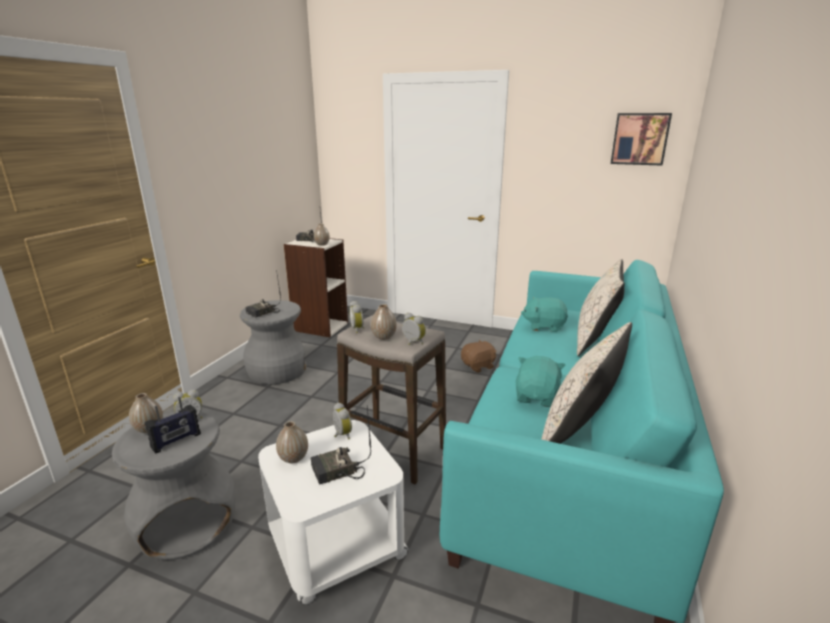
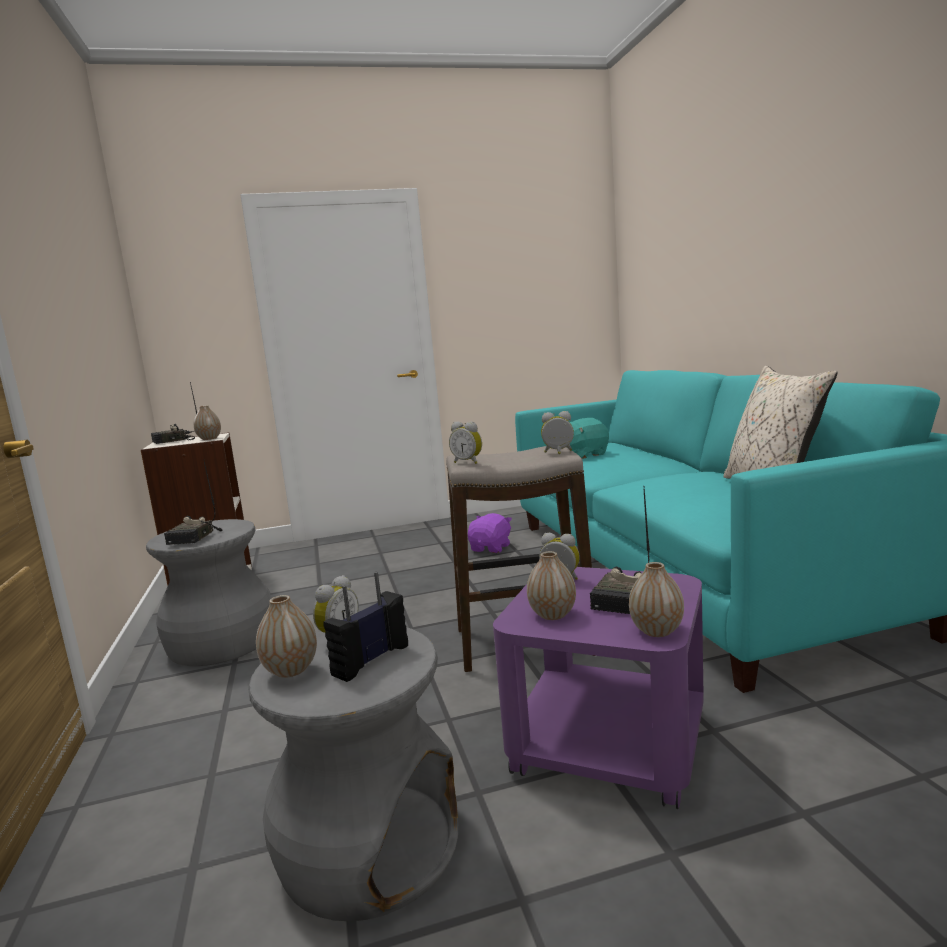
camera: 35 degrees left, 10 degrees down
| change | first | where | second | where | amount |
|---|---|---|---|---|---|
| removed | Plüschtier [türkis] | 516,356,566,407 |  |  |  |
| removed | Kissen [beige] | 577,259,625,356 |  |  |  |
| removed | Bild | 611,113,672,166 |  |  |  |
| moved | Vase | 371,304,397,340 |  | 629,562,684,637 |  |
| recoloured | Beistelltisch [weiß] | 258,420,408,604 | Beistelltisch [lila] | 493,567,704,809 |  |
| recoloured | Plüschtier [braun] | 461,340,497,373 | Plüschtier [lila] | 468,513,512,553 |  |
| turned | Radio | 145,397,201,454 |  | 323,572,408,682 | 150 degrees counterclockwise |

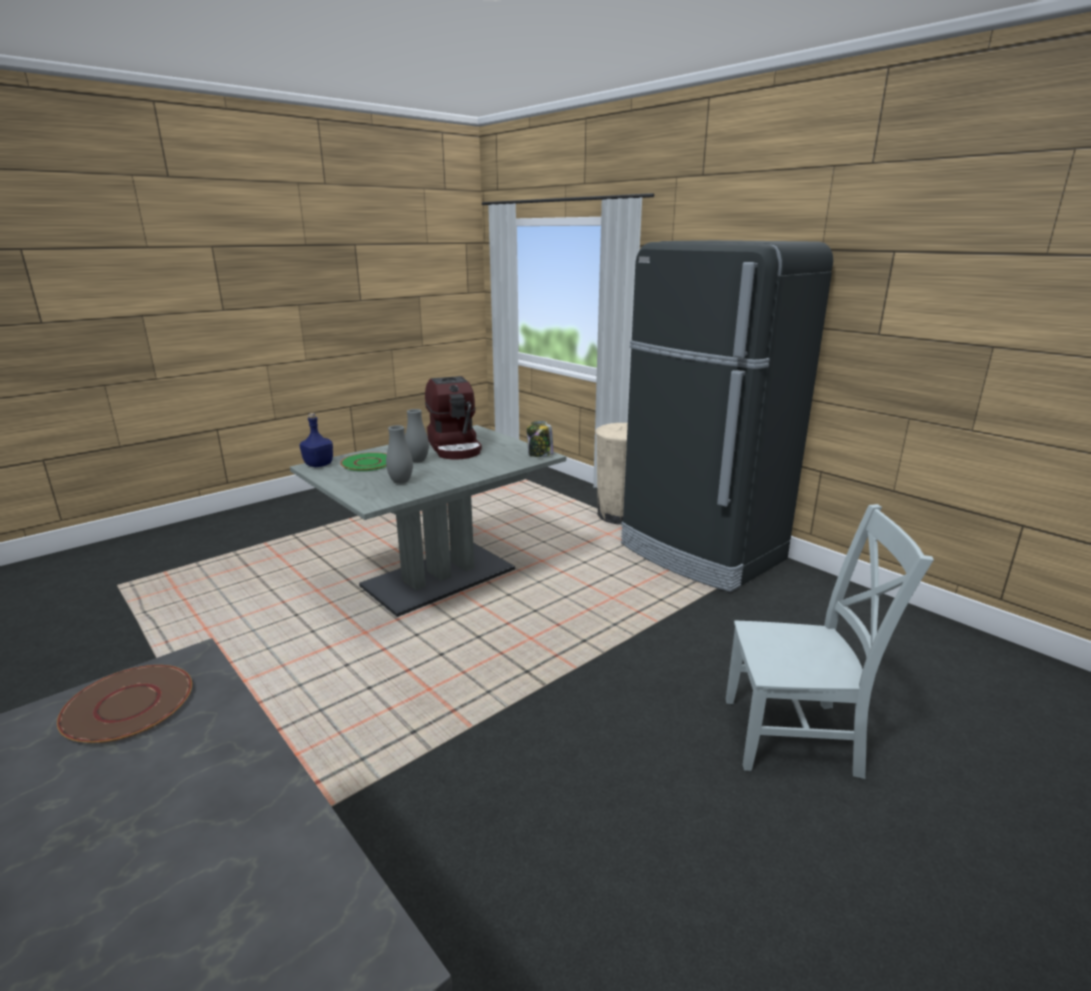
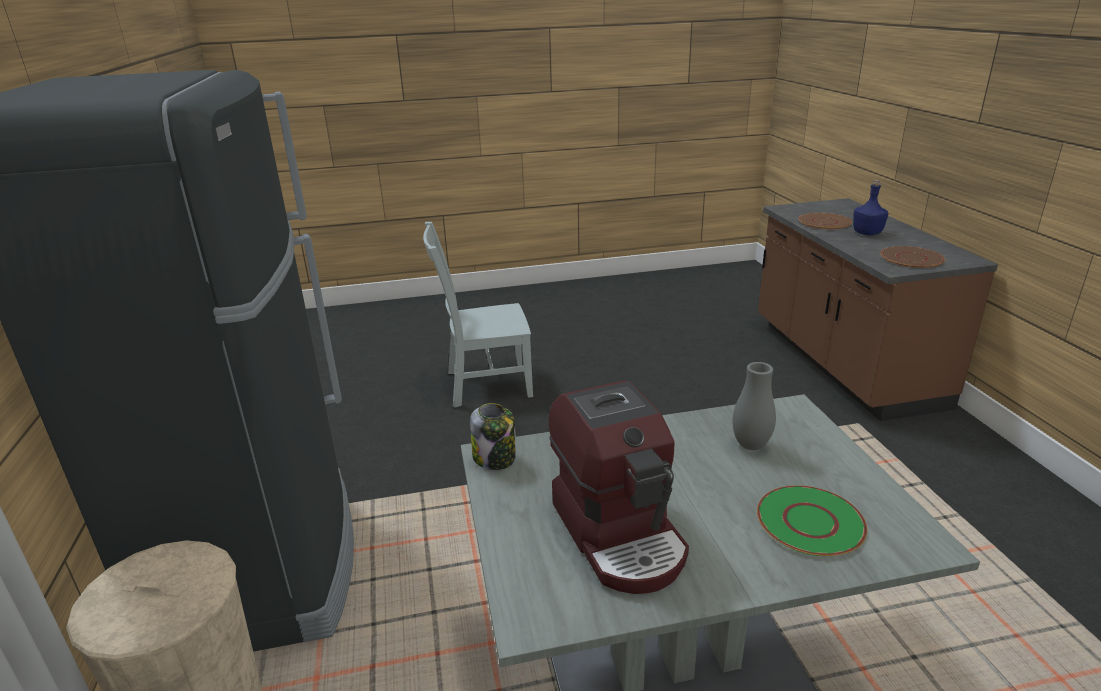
camera: 150 degrees left, 5 degrees up
| change | first | where | second | where | amount |
|---|---|---|---|---|---|
| removed | Vase [grau] | 405,409,429,463 |  |  |  |
| added |  |  | Teller [braun] | 799,213,852,230 |  |
| moved | Flasche [blau] | 299,413,333,467 |  | 853,180,889,235 |  |
| turned | Kaffeemaschine | 425,376,482,459 |  | 549,381,689,594 | 150 degrees clockwise |
| turned | Stuhl [grau] | 726,504,934,779 |  | 423,222,533,408 | 45 degrees counterclockwise |

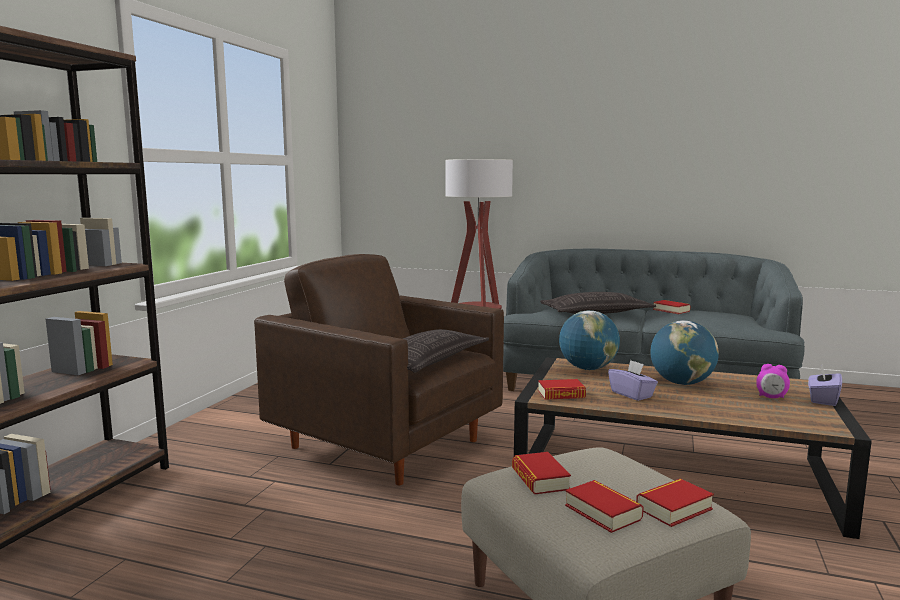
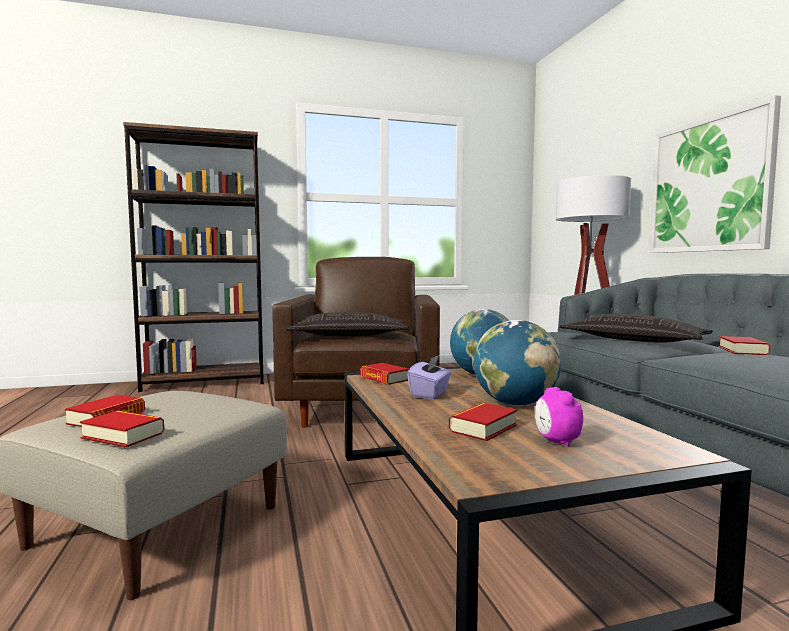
camera: 55 degrees right, 5 degrees down
| change | first | where | second | where | amount |
|---|---|---|---|---|---|
| removed | Taschentuchbox [lila] | 808,364,842,406 |  |  |  |
| added |  |  | Bild | 649,95,781,253 |  |
| moved | Buch | 512,452,571,494 |  | 449,403,517,441 |  |

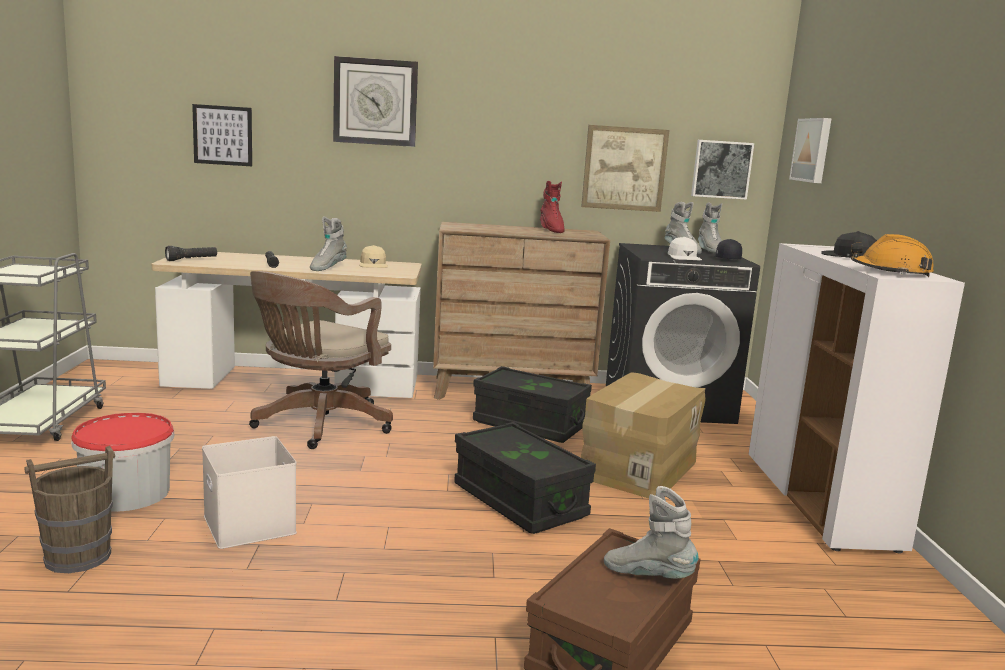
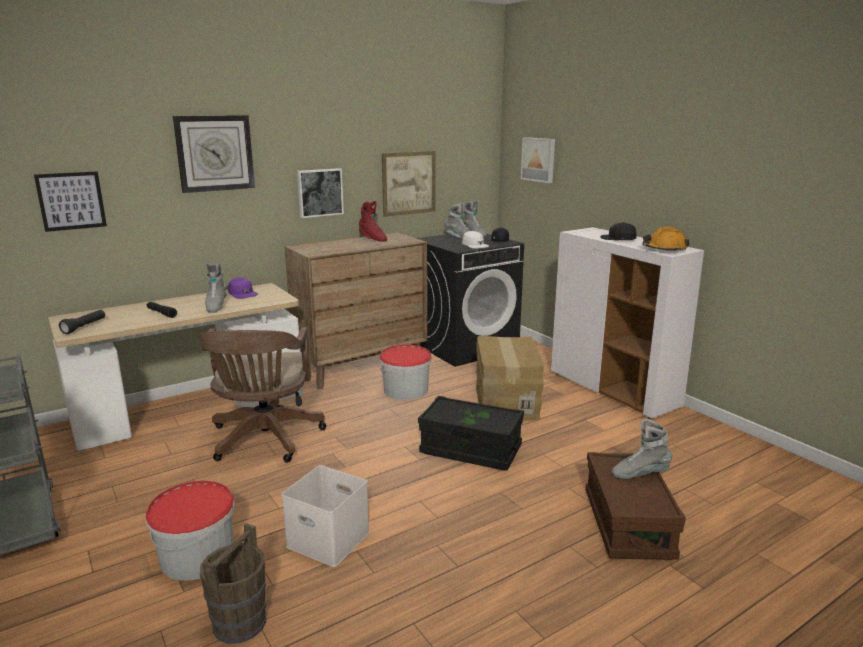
camera: 30 degrees left, 5 degrees up
| change | first | where | second | where | amount |
|---|---|---|---|---|---|
| moved | Bild | 691,140,754,200 |  | 297,168,344,218 |  |
| replaced | Aufbewahrungsbox [schwarz] | 473,366,592,443 | Eimer | 379,345,432,400 |  |
| recoloured | Kappe [beige] | 359,245,388,268 | Kappe [lila] | 228,277,258,299 |  |

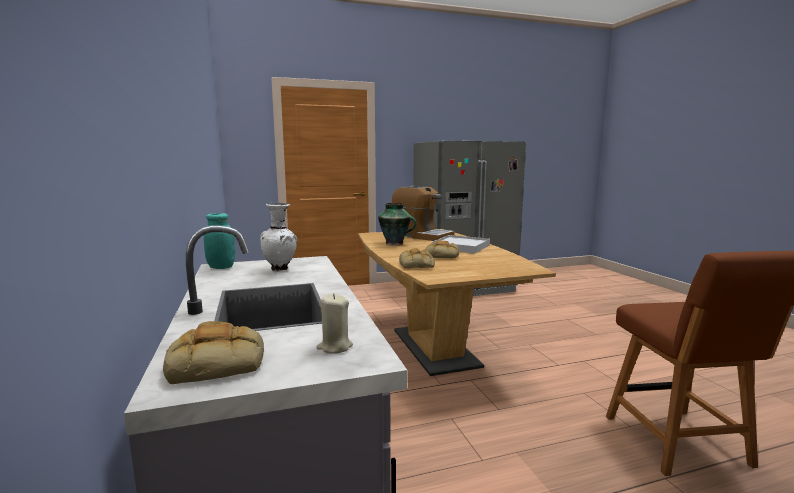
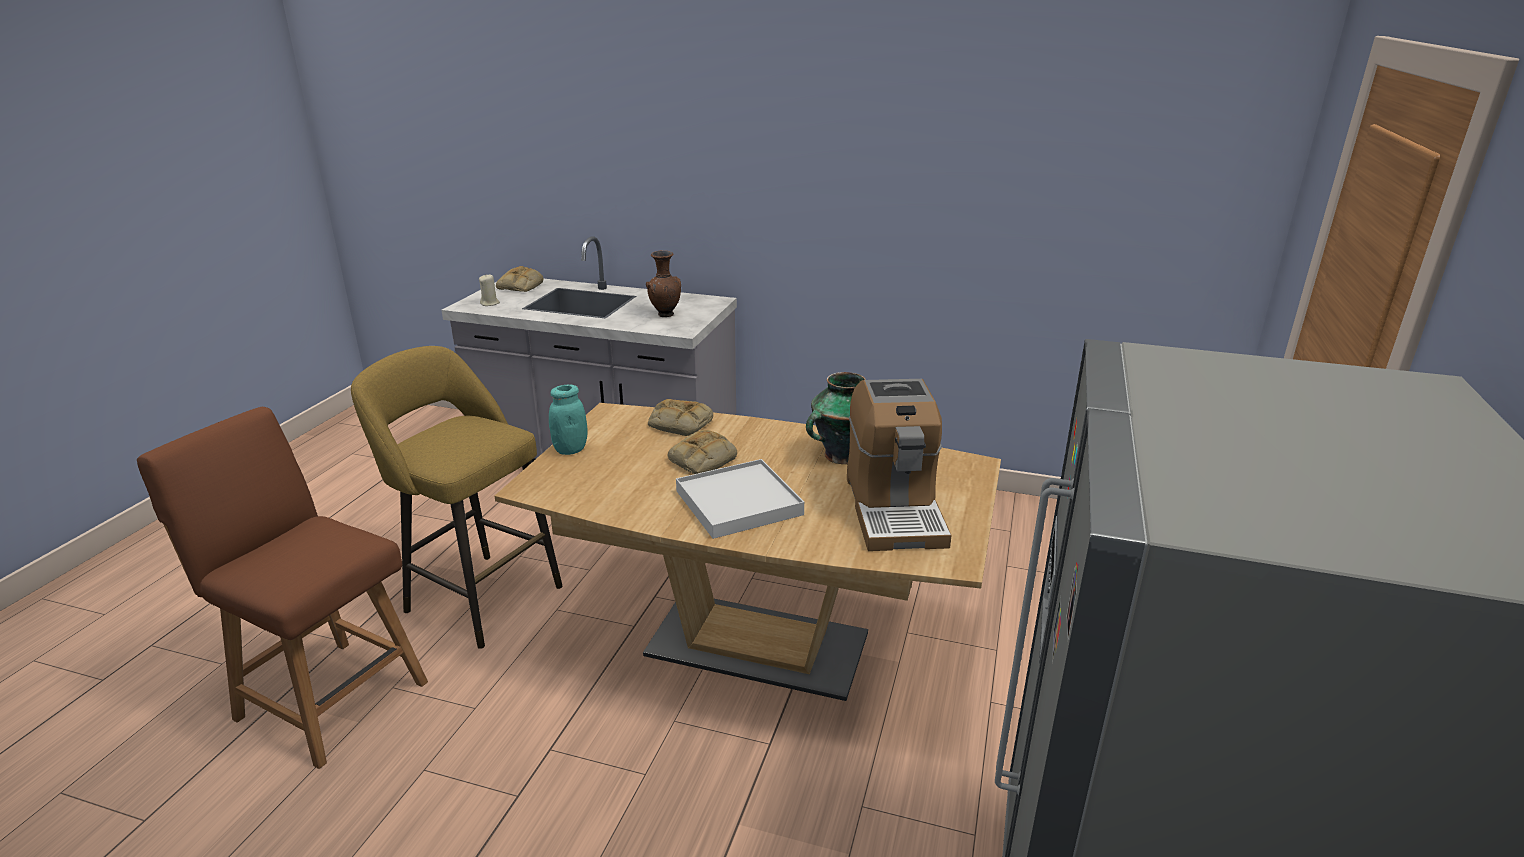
camera: 125 degrees right, 15 degrees up
| change | first | where | second | where | amount |
|---|---|---|---|---|---|
| added |  |  | Hocker [gelb] | 351,346,562,649 |  |
| moved | Vorratsglas [türkis] | 204,213,235,269 |  | 549,385,588,455 |  |
| recoloured | Vase [weiß] | 260,203,297,272 | Vase [braun] | 646,250,681,317 |  |
| turned | Kaffeemaschine | 392,186,455,241 |  | 847,379,952,551 | 75 degrees counterclockwise |

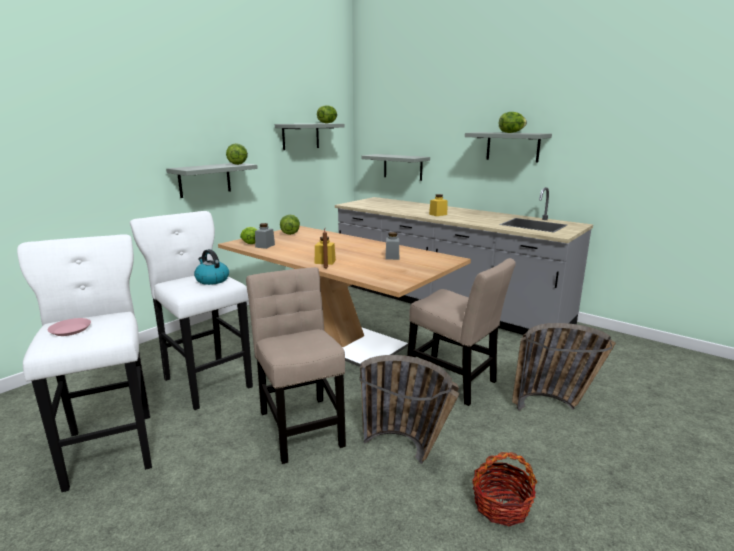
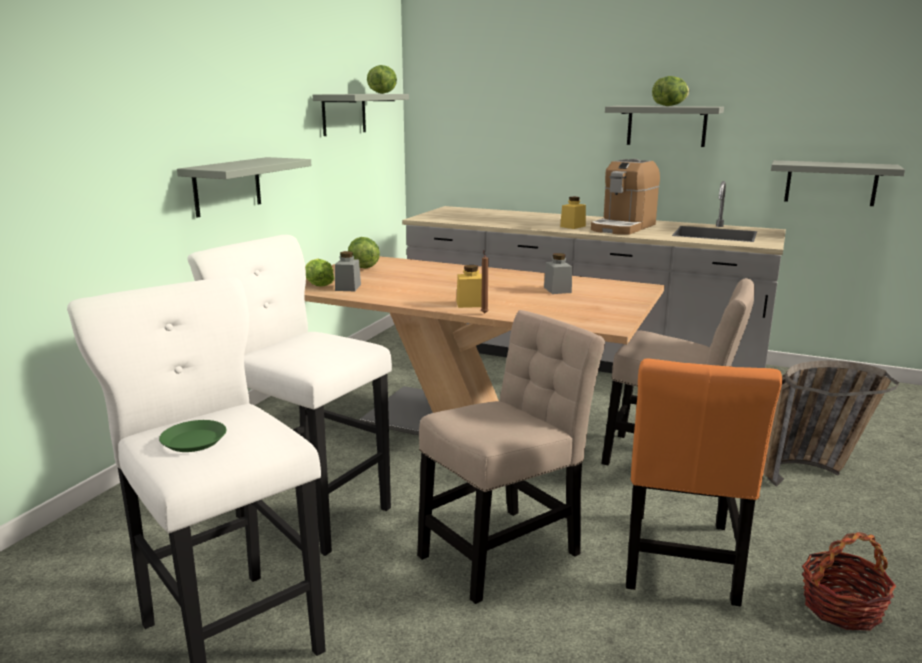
camera: 15 degrees left, 0 degrees up
| change | first | where | second | where | amount |
|---|---|---|---|---|---|
| removed | Wasserkessel | 194,249,229,285 |  |  |  |
| removed | Salatkopf | 226,143,248,165 |  |  |  |
| added |  |  | Kaffeemaschine | 591,159,660,235 |  |
| moved | Wandregal [grau] | 361,154,430,181 |  | 771,160,905,206 |  |
| replaced | Korb | 360,355,459,464 | Stuhl [orange] | 626,358,782,607 |  |
| recoloured | Teller [rosa] | 48,318,91,336 | Teller [grün] | 159,420,226,452 |  |
| turned | Stuhl [beige] | 246,267,346,464 |  | 417,310,605,604 | 90 degrees clockwise |

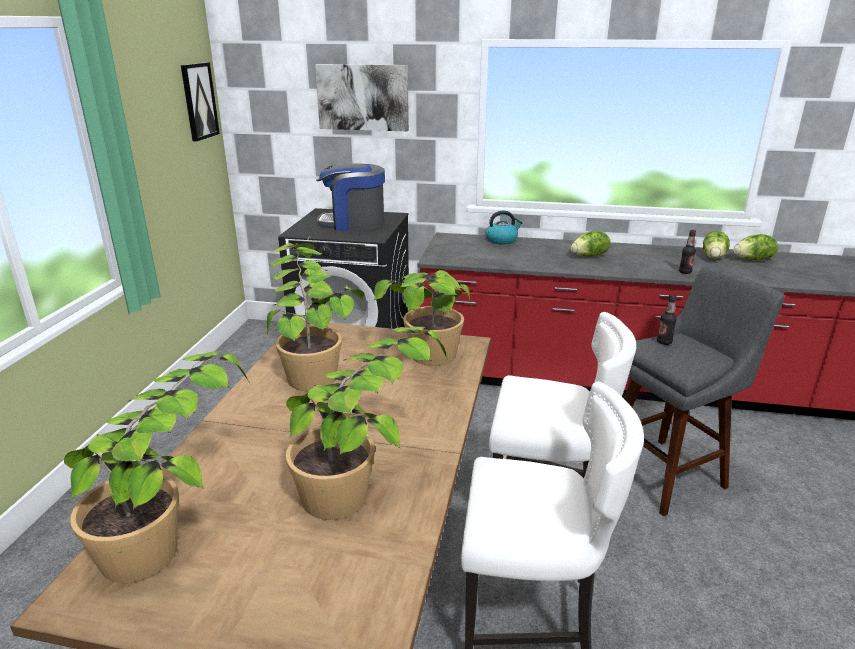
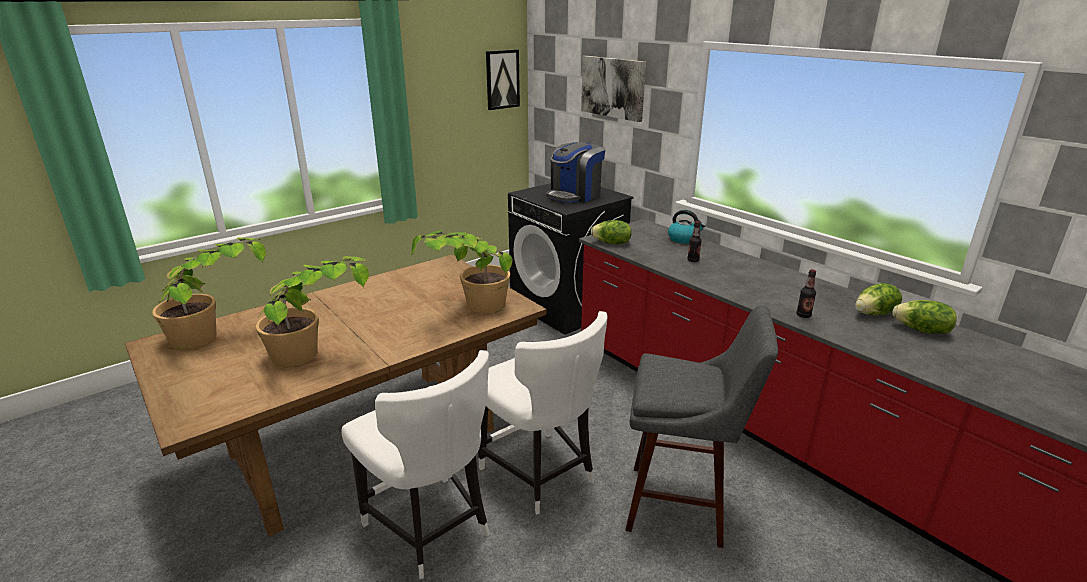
camera: 40 degrees right, 0 degrees up
| change | first | where | second | where | amount |
|---|---|---|---|---|---|
| removed | Topfpflanze | 267,243,365,391 |  |  |  |
| moved | Salatkopf | 571,231,611,257 |  | 591,220,632,244 |  |
| moved | Flasche | 657,294,677,345 |  | 687,221,702,262 |  |
| turned | Kaffeemaschine | 316,163,385,231 |  | 546,142,605,203 | 90 degrees counterclockwise |

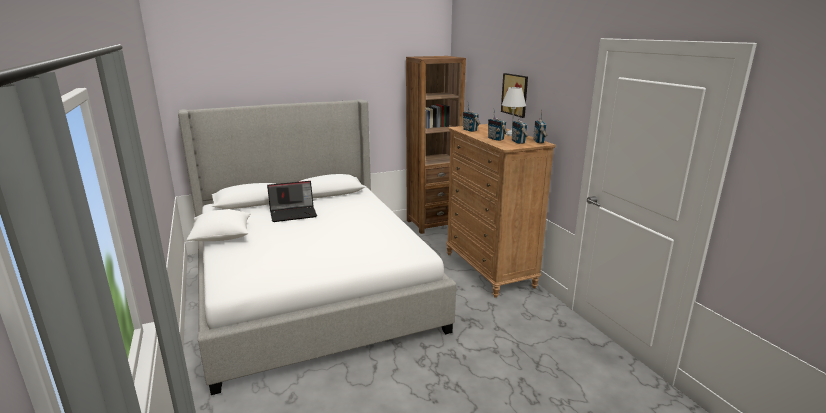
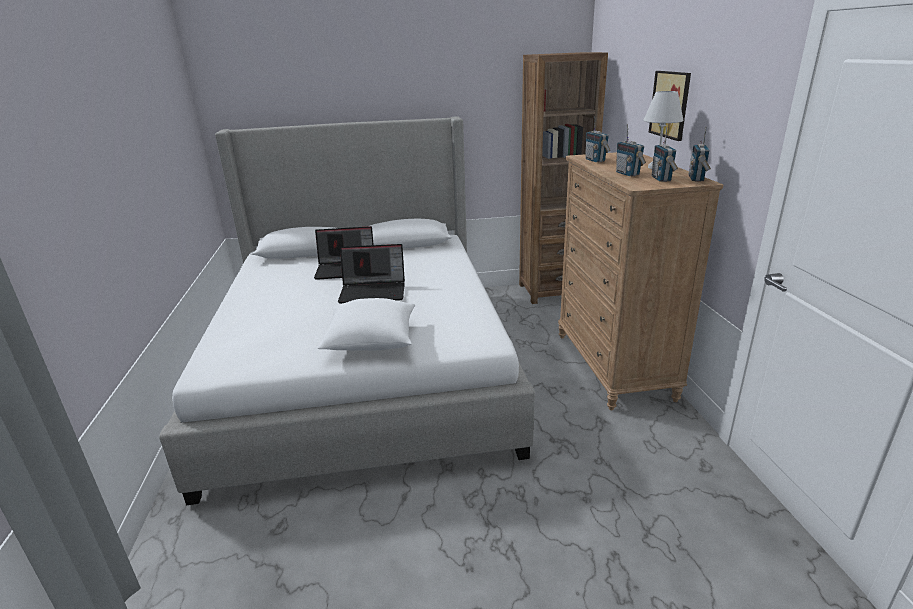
camera: 15 degrees right, 5 degrees up
| change | first | where | second | where | amount |
|---|---|---|---|---|---|
| added |  |  | Laptop | 338,244,405,303 |  |
| moved | Kissen [weiß] | 186,209,251,241 |  | 318,298,415,351 |  |

